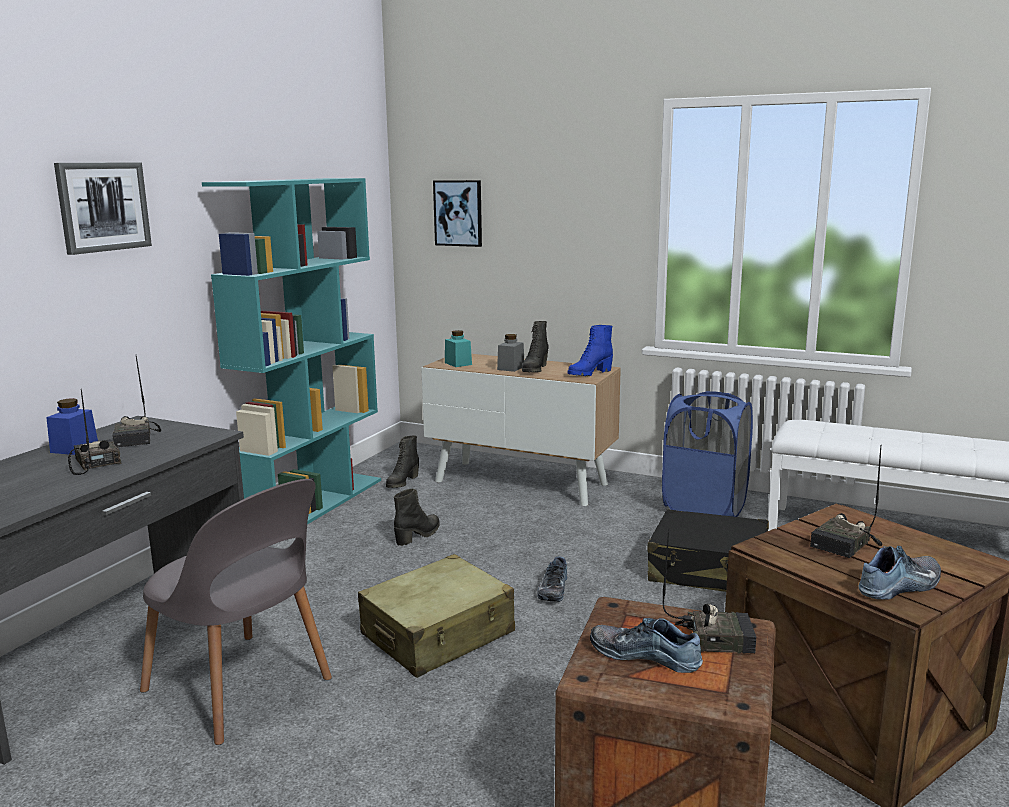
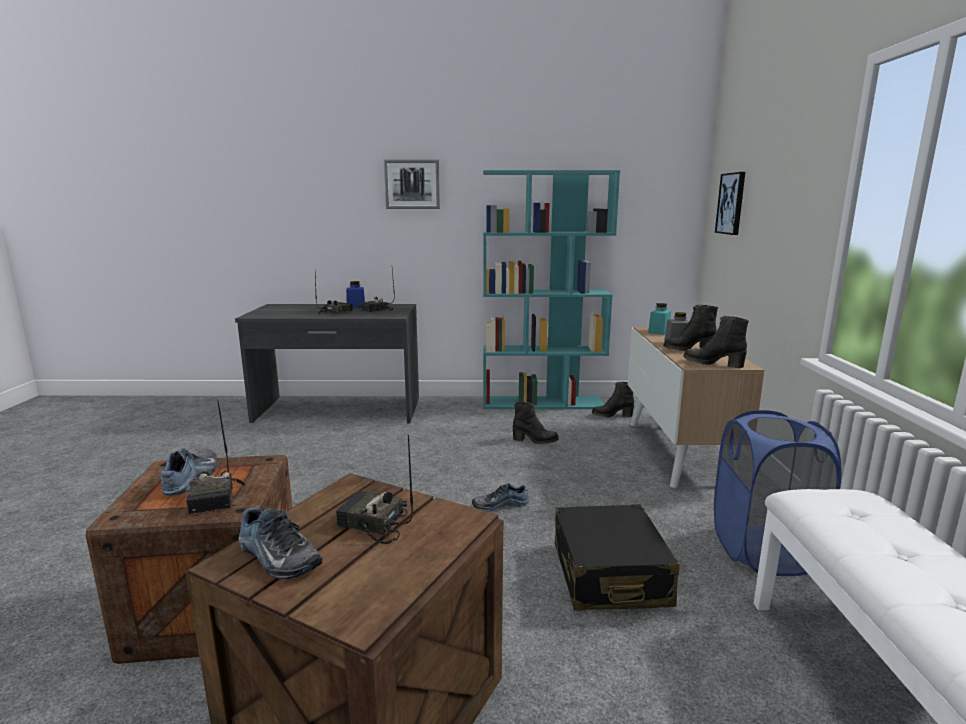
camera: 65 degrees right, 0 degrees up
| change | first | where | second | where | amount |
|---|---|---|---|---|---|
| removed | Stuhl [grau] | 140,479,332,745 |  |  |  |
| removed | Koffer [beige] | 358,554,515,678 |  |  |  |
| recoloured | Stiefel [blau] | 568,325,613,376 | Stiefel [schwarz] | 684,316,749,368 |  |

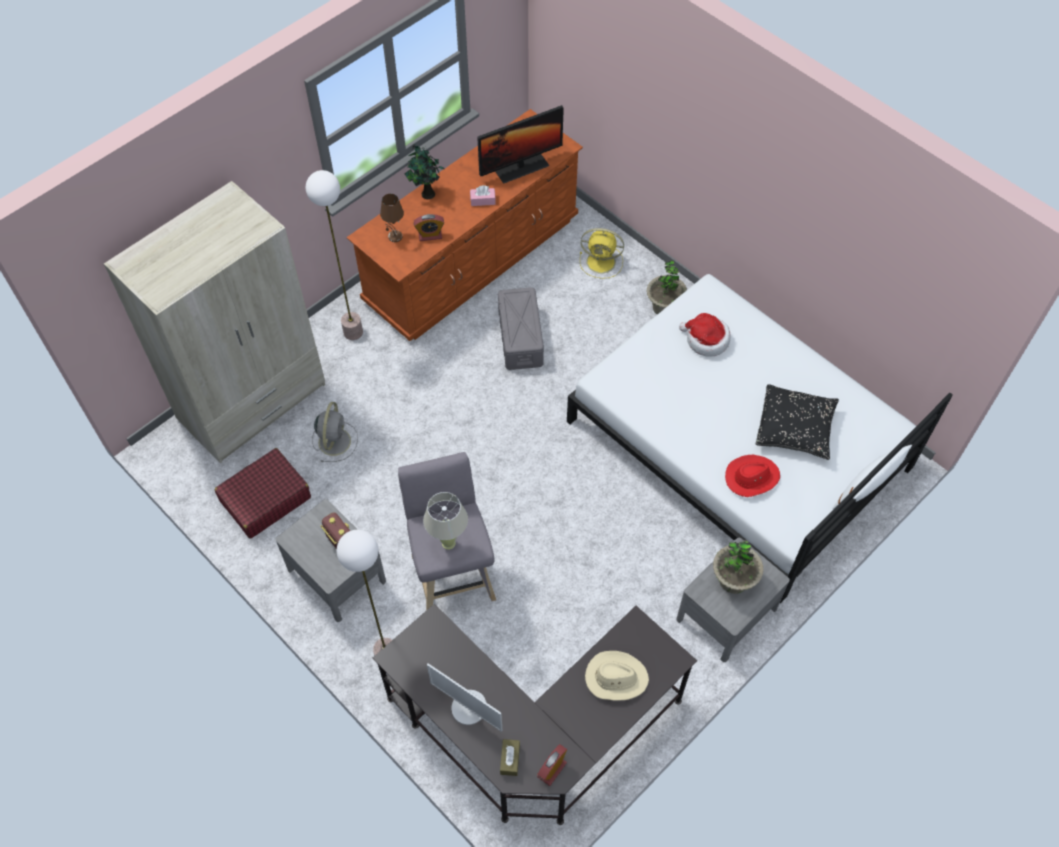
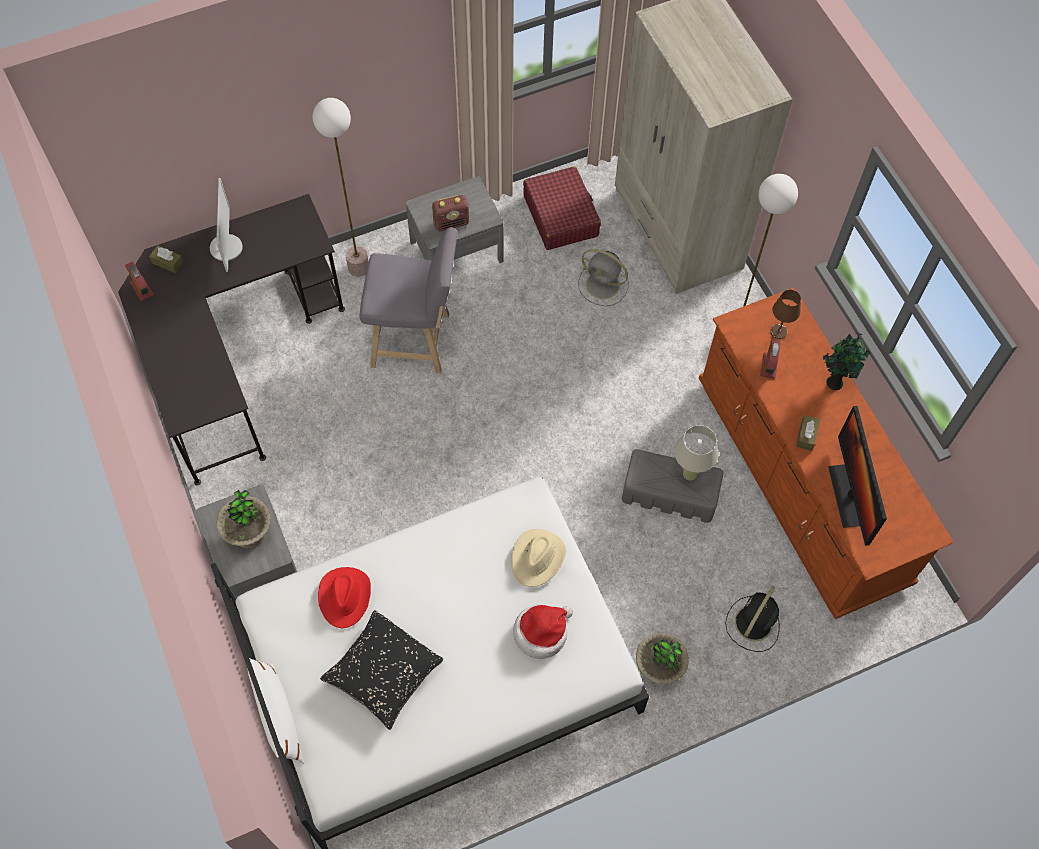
camera: 110 degrees right, 5 degrees up
| change | first | where | second | where | amount |
|---|---|---|---|---|---|
| moved | Tischlampe [beige] | 423,492,468,550 |  | 674,425,719,480 |  |
| moved | Hut [beige] | 585,651,649,701 |  | 511,529,566,587 |  |
| recoloured | Taschentuchbox [rosa] | 470,185,496,206 | Taschentuchbox [braun] | 796,415,820,451 |  |
| recoloured | Ventilator [gelb] | 580,228,624,279 | Ventilator [schwarz] | 725,586,780,652 |  |
| turned | Monitor | 427,663,502,732 |  | 210,178,243,272 | 120 degrees clockwise |

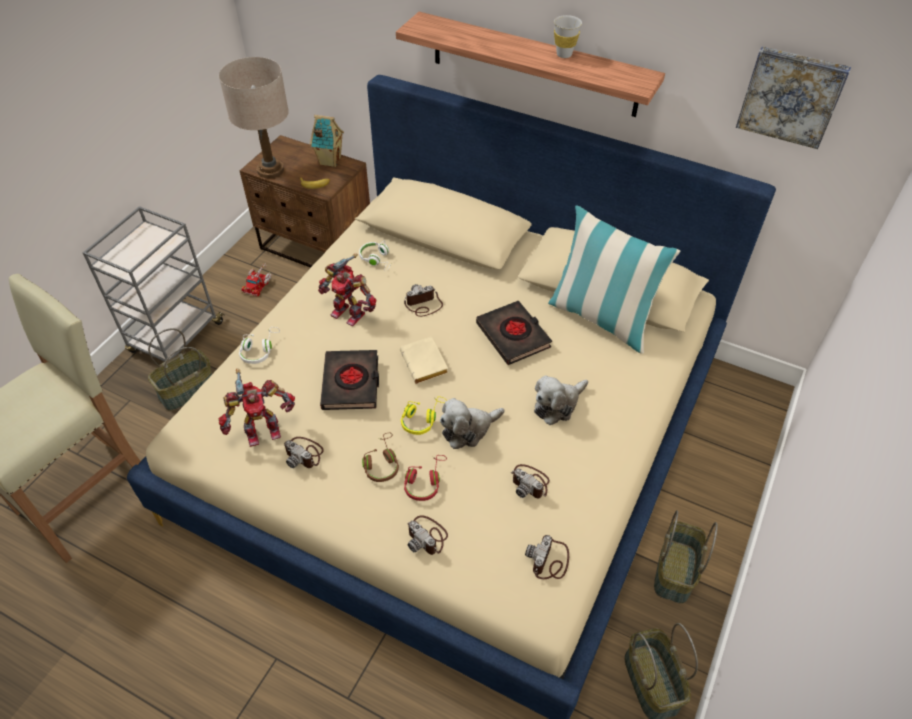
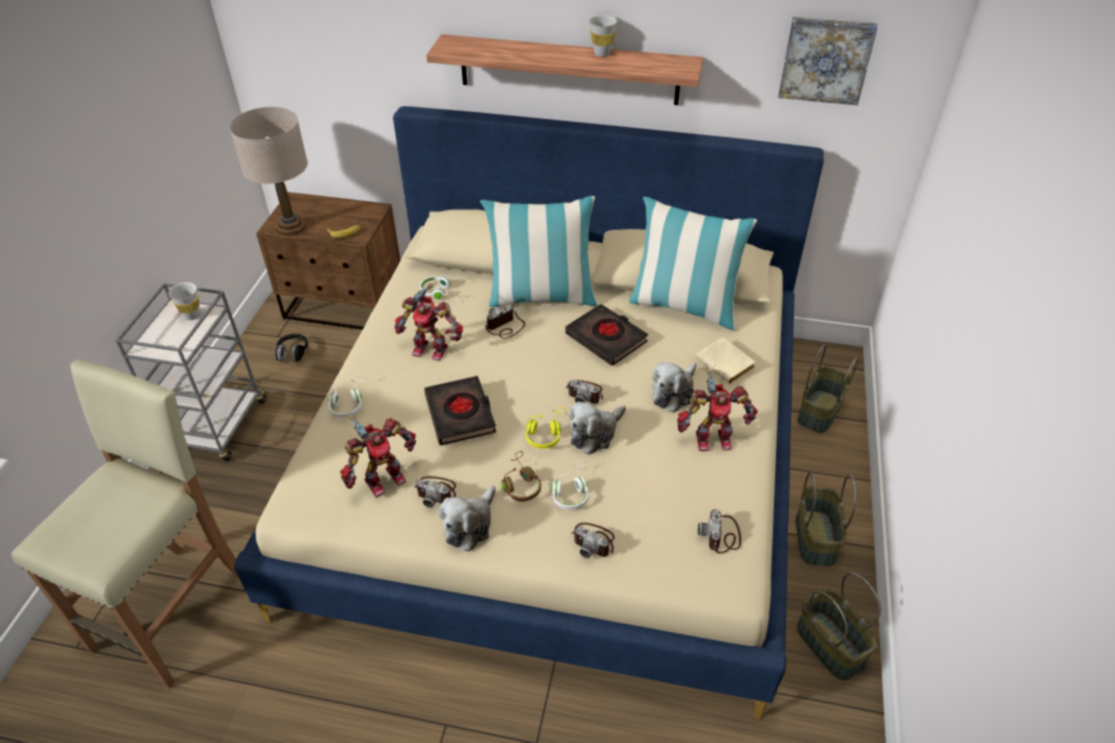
camera: 15 degrees left, 5 degrees down
| change | first | where | second | where | amount |
|---|---|---|---|---|---|
| removed | Spielzeughaus | 310,115,344,167 |  |  |  |
| added |  |  | Tasse [weiß] | 169,282,200,320 |  |
| added |  |  | Plüschtier | 439,486,496,552 |  |
| added |  |  | Kissen | 480,196,599,307 |  |
| added |  |  | Spielzeugroboter | 677,369,758,451 |  |
| moved | Korb | 148,328,212,411 |  | 797,344,859,433 |  |
| moved | Buch [beige] | 400,336,448,384 |  | 696,337,756,384 |  |
| moved | Kamera | 510,464,550,498 |  | 565,380,603,404 |  |
| replaced | Spielzeuglaster | 242,263,273,296 | Kopfhörer [schwarz] | 275,334,308,363 |  |
| recoloured | Kopfhörer [rot] | 404,455,447,501 | Kopfhörer [weiß] | 551,460,589,510 |  |

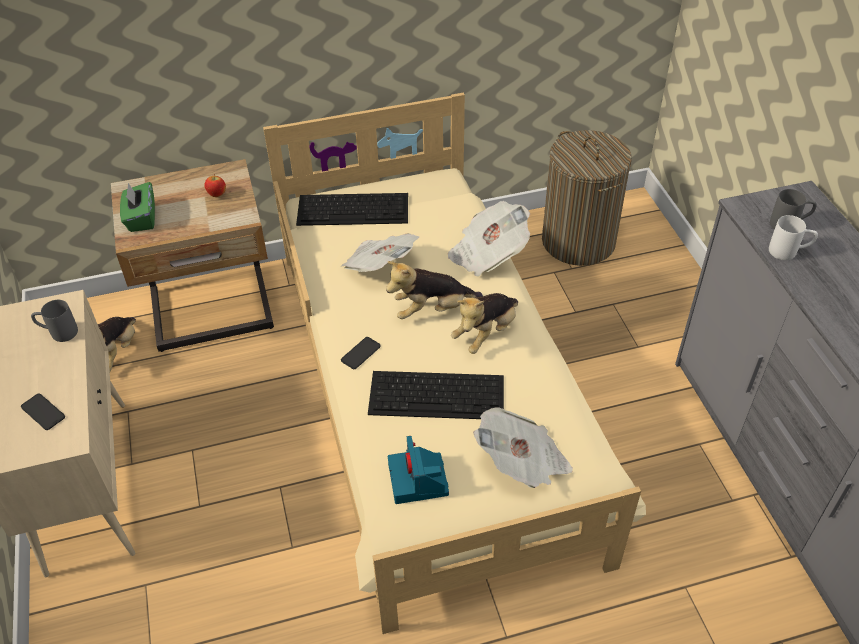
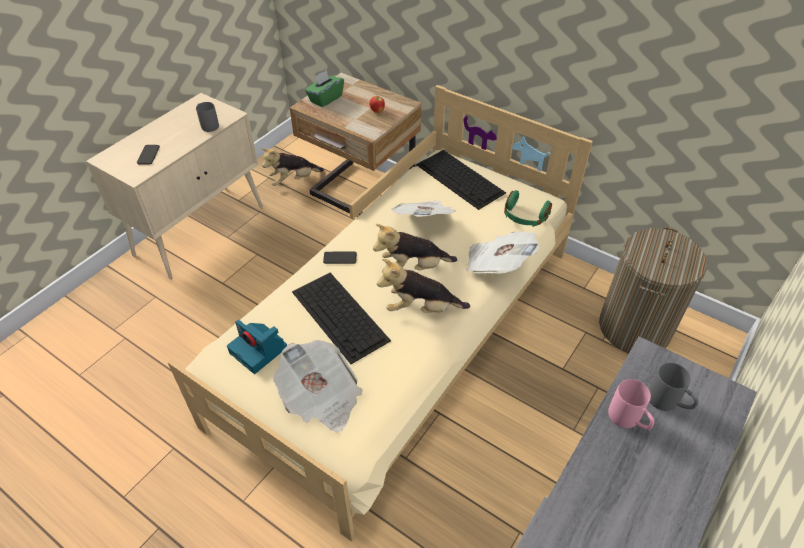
camera: 50 degrees right, 0 degrees up
| change | first | where | second | where | amount |
|---|---|---|---|---|---|
| added |  |  | Kopfhörer [grün] | 504,190,552,227 |  |
| recoloured | Henkelbecher [weiß] | 769,215,818,260 | Henkelbecher [rosa] | 608,379,654,430 |  |
| turned | Plüschtier | 386,261,483,319 |  | 373,224,457,272 | 45 degrees counterclockwise |
| turned | Kamera | 388,436,449,504 |  | 227,320,287,374 | 90 degrees counterclockwise |

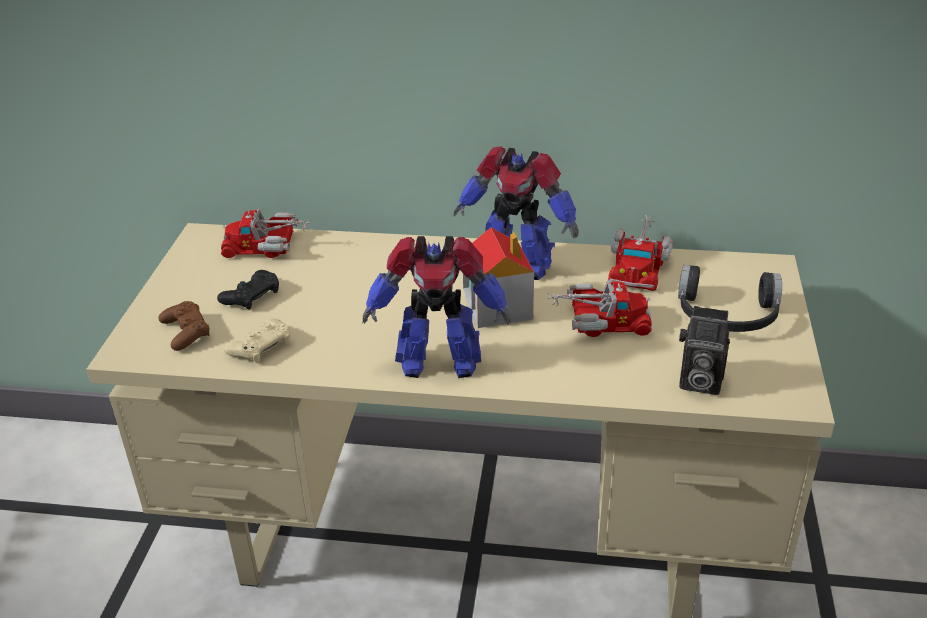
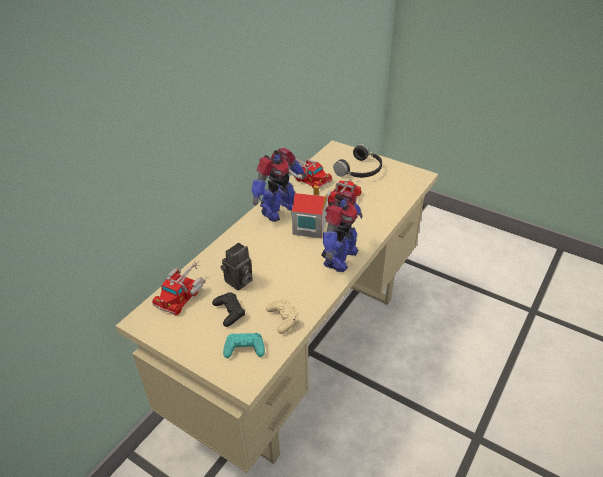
camera: 65 degrees left, 5 degrees up
| change | first | where | second | where | amount |
|---|---|---|---|---|---|
| moved | Kamera | 679,306,730,395 |  | 220,242,253,290 |  |
| recoloured | Gamepad [braun] | 158,301,210,351 | Gamepad [türkis] | 223,333,265,358 |  |

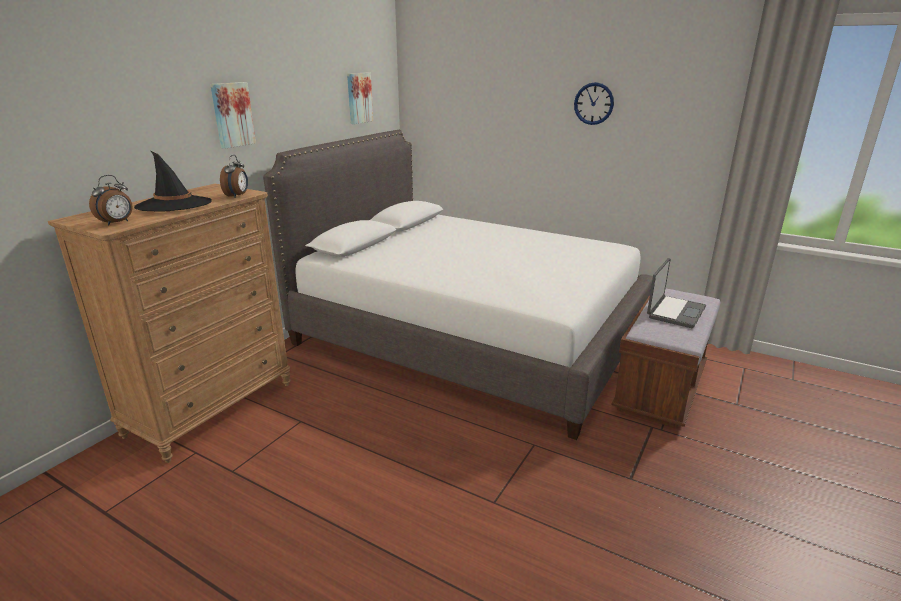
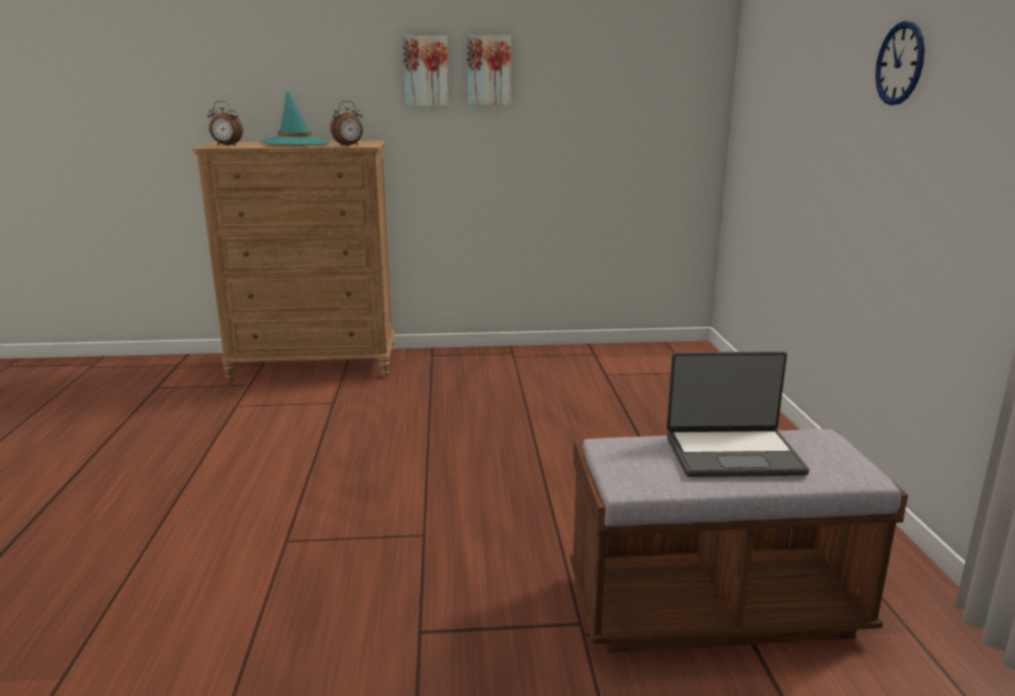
camera: 55 degrees right, 5 degrees down
| change | first | where | second | where | amount |
|---|---|---|---|---|---|
| removed | Bett [weiß] | 263,130,653,440 |  |  |  |
| moved | Bild | 347,73,373,124 |  | 467,35,511,105 |  |
| recoloured | Hut [schwarz] | 134,151,212,212 | Hut [türkis] | 260,90,331,145 |  |

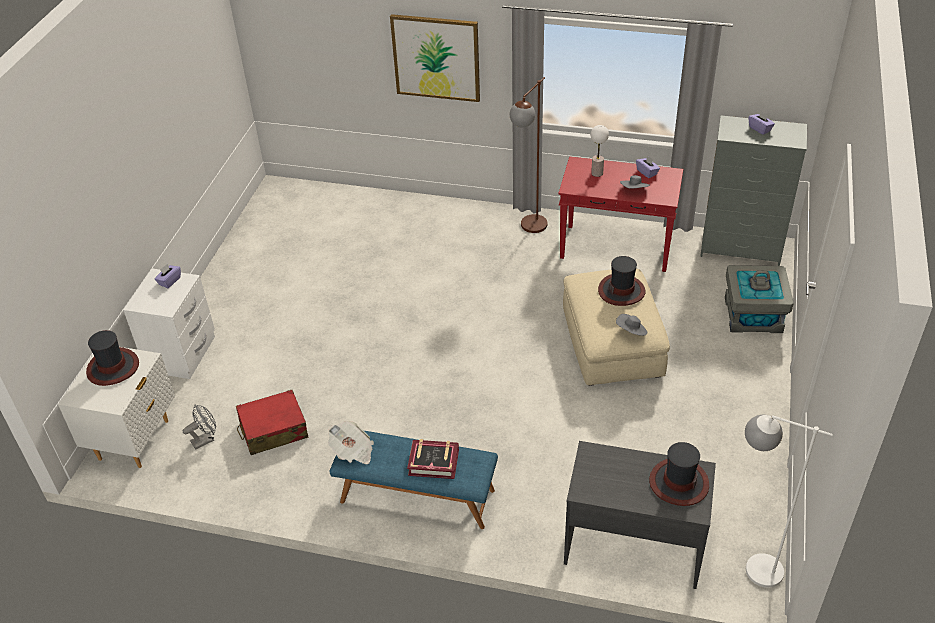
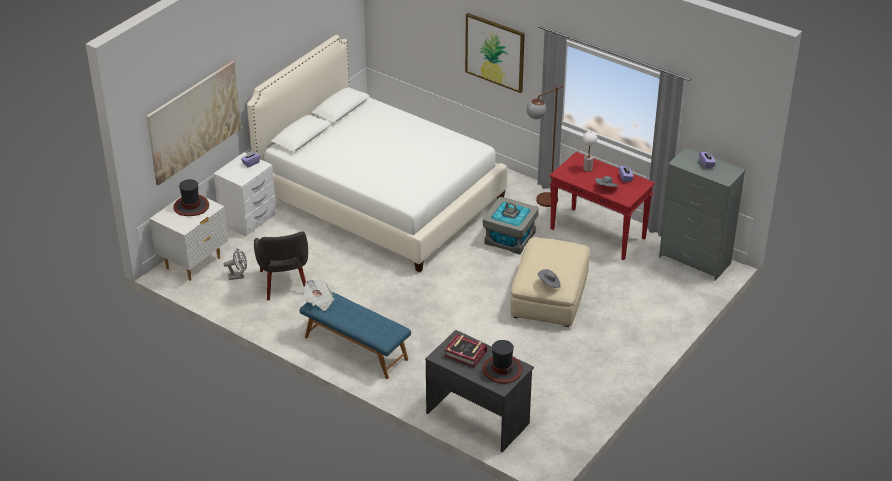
camera: 20 degrees right, 5 degrees down
| change | first | where | second | where | amount |
|---|---|---|---|---|---|
| removed | Hut | 598,256,645,306 |  |  |  |
| removed | Stehlampe [weiß] | 745,415,833,588 |  |  |  |
| added |  |  | Bild | 146,61,241,185 |  |
| added |  |  | Bett [weiß] | 247,35,507,272 |  |
| moved | Buch | 407,439,459,479 |  | 444,334,487,368 |  |
| moved | Aufbewahrungsbox [grau] | 725,265,794,333 |  | 483,197,539,254 |  |
| replaced | Koffer [rot] | 236,390,308,455 | Sessel [grau] | 254,231,308,300 |  |

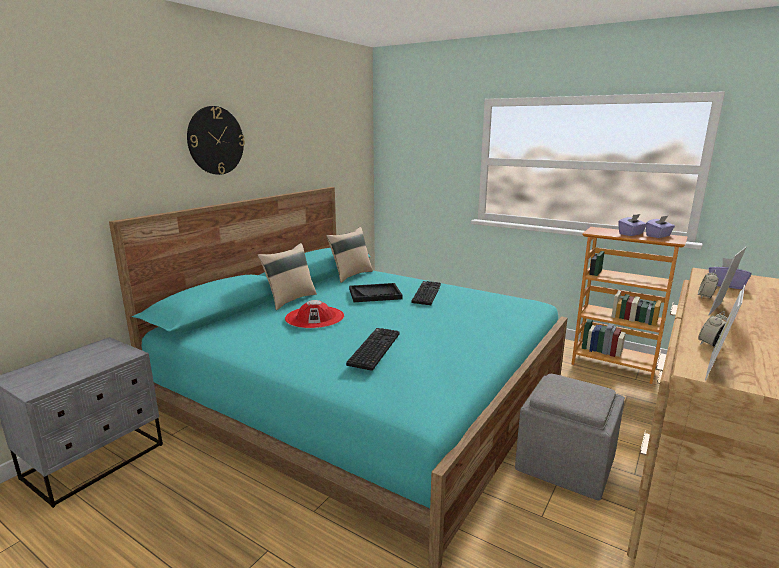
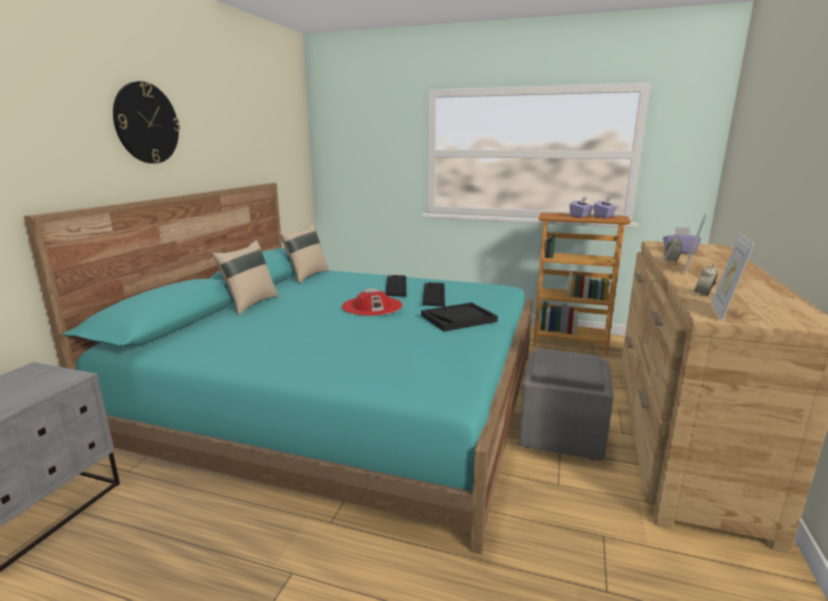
camera: 15 degrees left, 0 degrees up
| change | first | where | second | where | amount |
|---|---|---|---|---|---|
| moved | Hut [rot] | 285,300,344,328 |  | 342,288,403,316 |  |
| moved | Tastatur | 346,328,400,371 |  | 422,282,445,307 |  |
| moved | Tablett [schwarz] | 349,283,402,302 |  | 421,302,498,332 |  |

